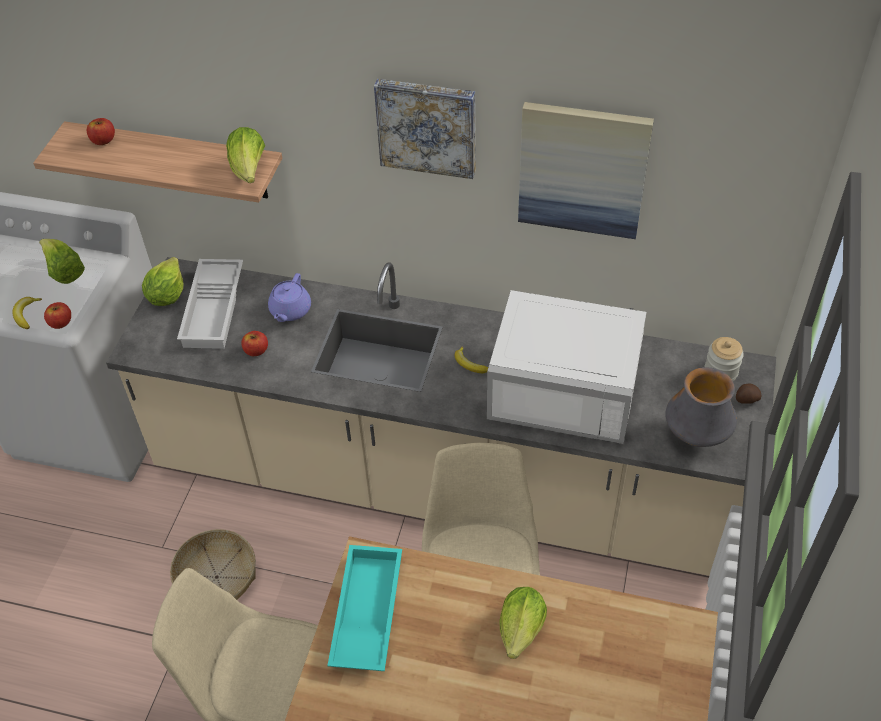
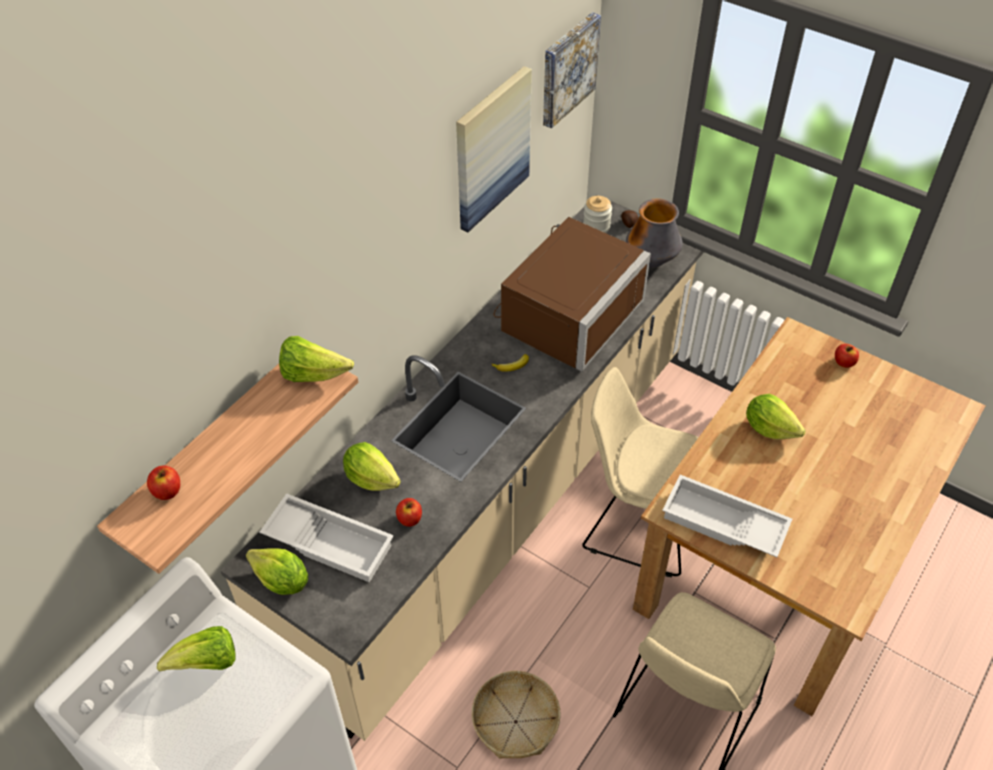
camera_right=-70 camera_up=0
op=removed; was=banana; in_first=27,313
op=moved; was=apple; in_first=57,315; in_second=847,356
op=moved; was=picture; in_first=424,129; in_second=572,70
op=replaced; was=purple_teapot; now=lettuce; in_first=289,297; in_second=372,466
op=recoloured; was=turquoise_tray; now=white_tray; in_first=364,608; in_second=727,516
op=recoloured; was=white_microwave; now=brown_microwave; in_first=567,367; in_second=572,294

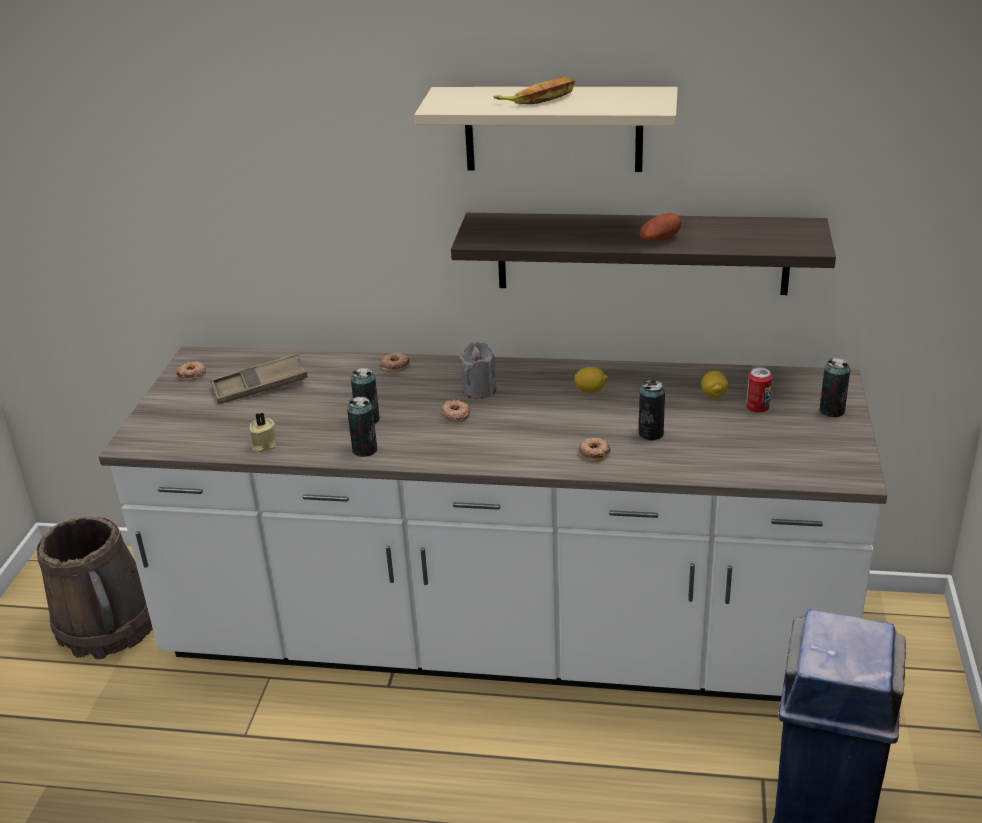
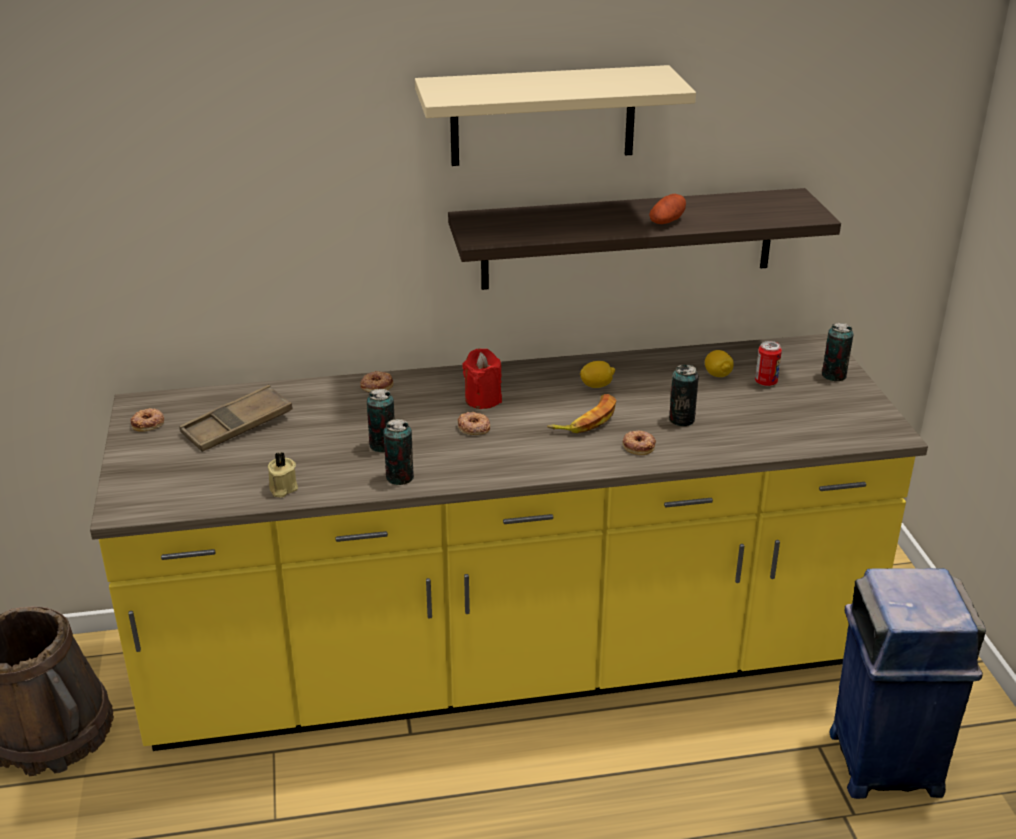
camera_right=-20 camera_up=0
op=moved; was=banana; in_first=534,90; in_second=581,413
op=recoloured; was=white_counter; now=yellow_counter; in_first=493,524; in_second=509,542
op=recoloured; was=grey_candle; now=red_candle; in_first=477,370; in_second=482,378

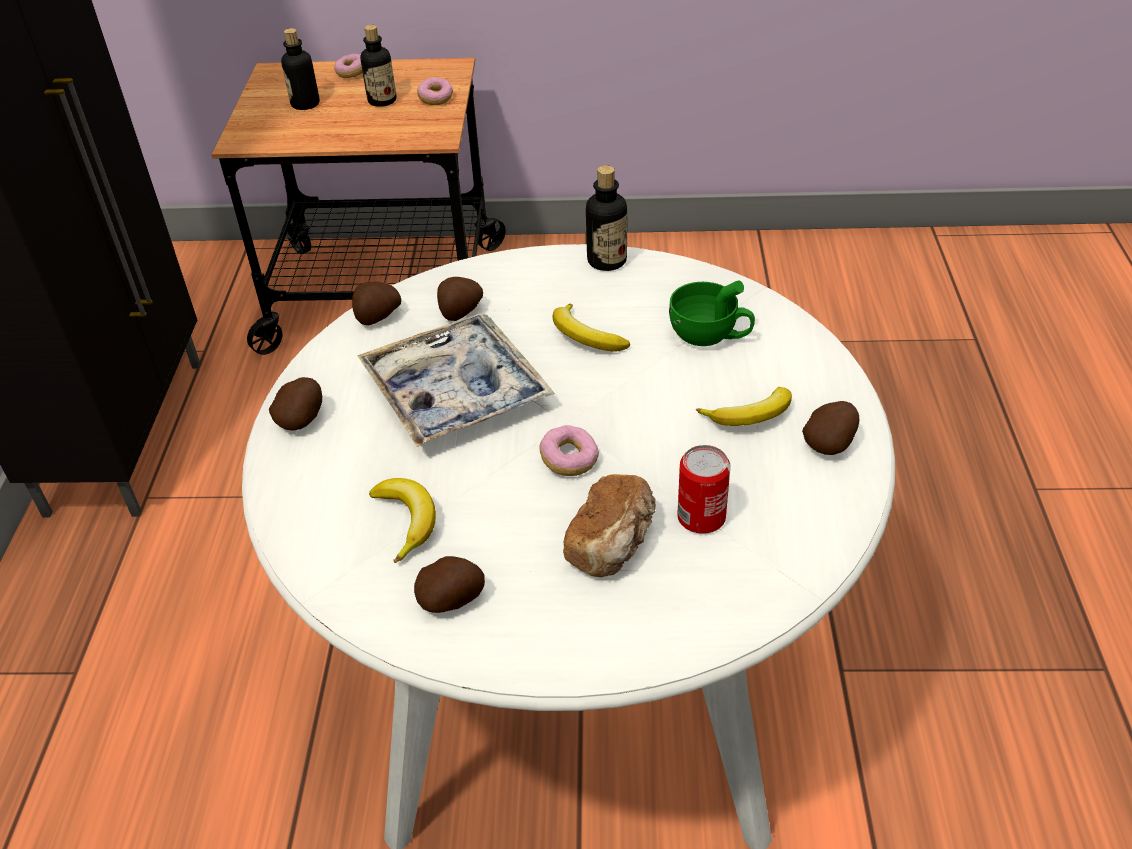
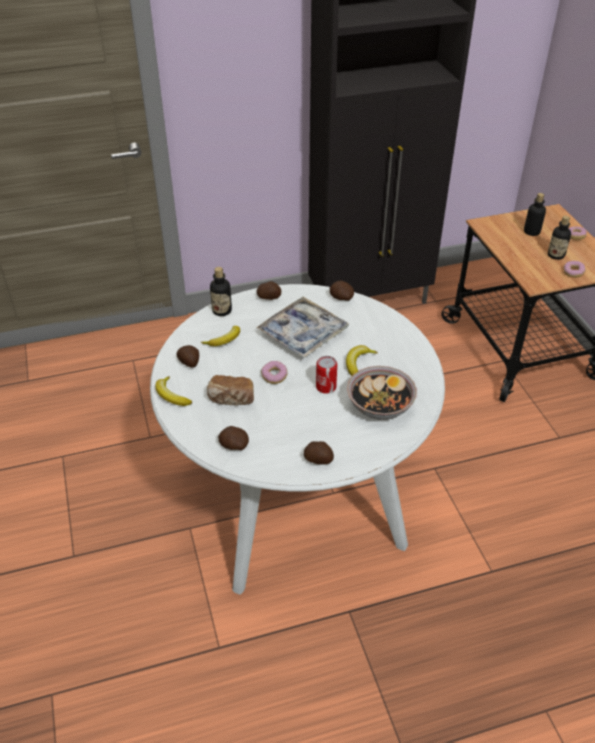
camera_right=70 camera_up=0
op=moved; was=potato; in_first=460,299; in_second=233,438
op=moved; was=bottle; in_first=606,218; in_second=221,291
op=moved; was=can; in_first=704,489; in_second=326,375
op=moved; was=banana; in_first=744,406; in_second=173,391
op=replaced; was=green_cup; now=bowl; in_first=712,313; in_second=382,393

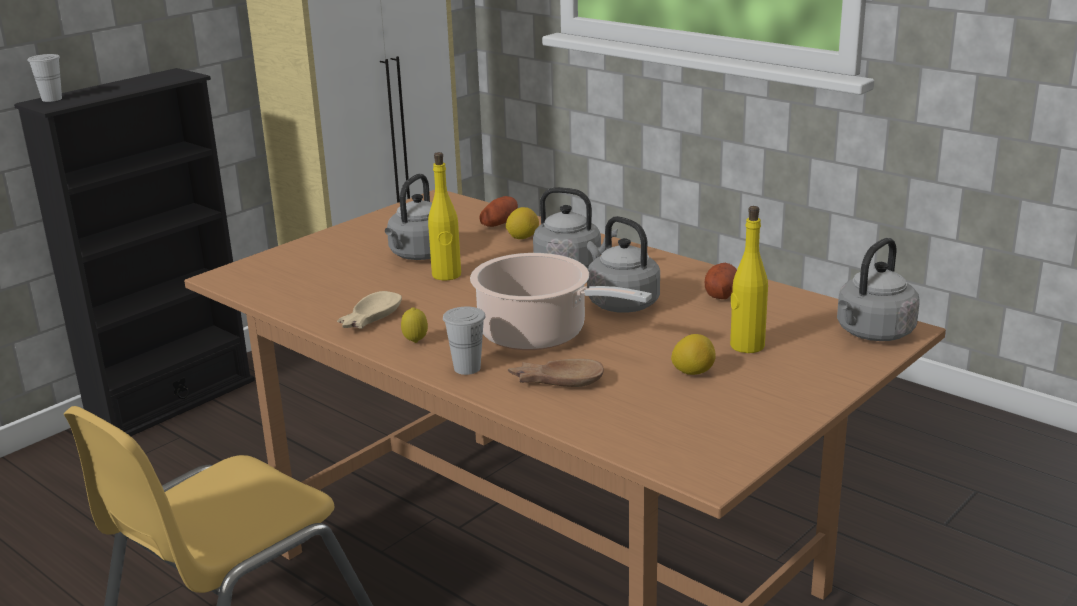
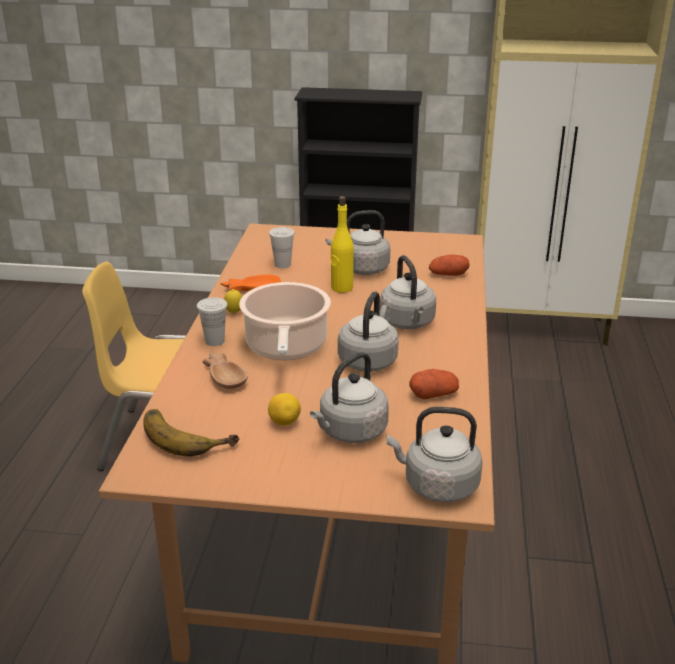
camera_right=55 camera_up=5
op=removed; was=lemon; in_first=522,223
op=added; now=banana; in_second=191,432
op=moved; was=white_cup; in_first=45,78; in_second=282,247
op=replaced; was=yellow_bottle; now=grey_kettle; in_first=749,279; in_second=349,397
op=recoloured; was=beige_bowl; now=orange_bowl; in_first=369,310; in_second=251,283

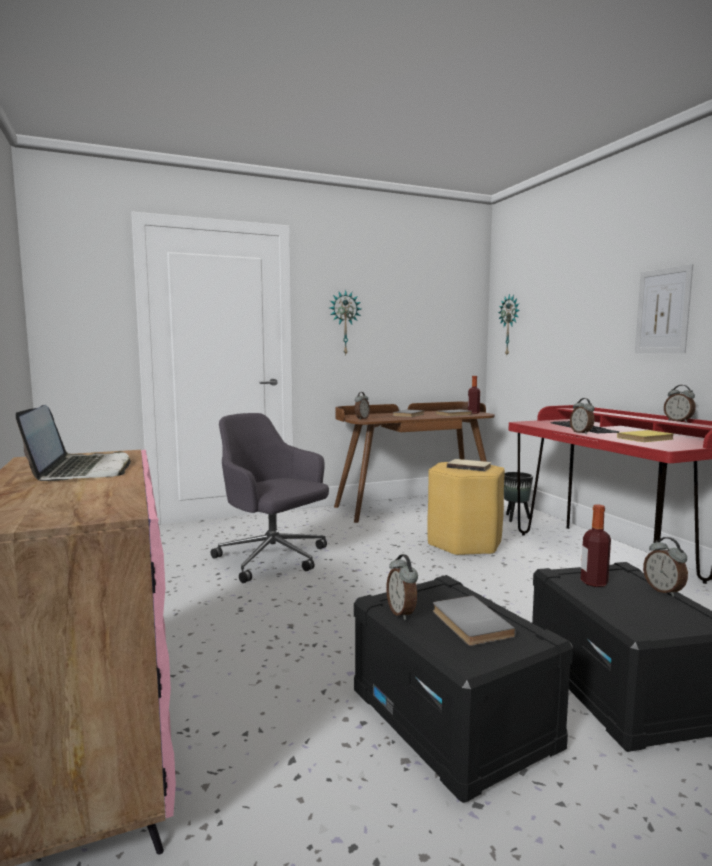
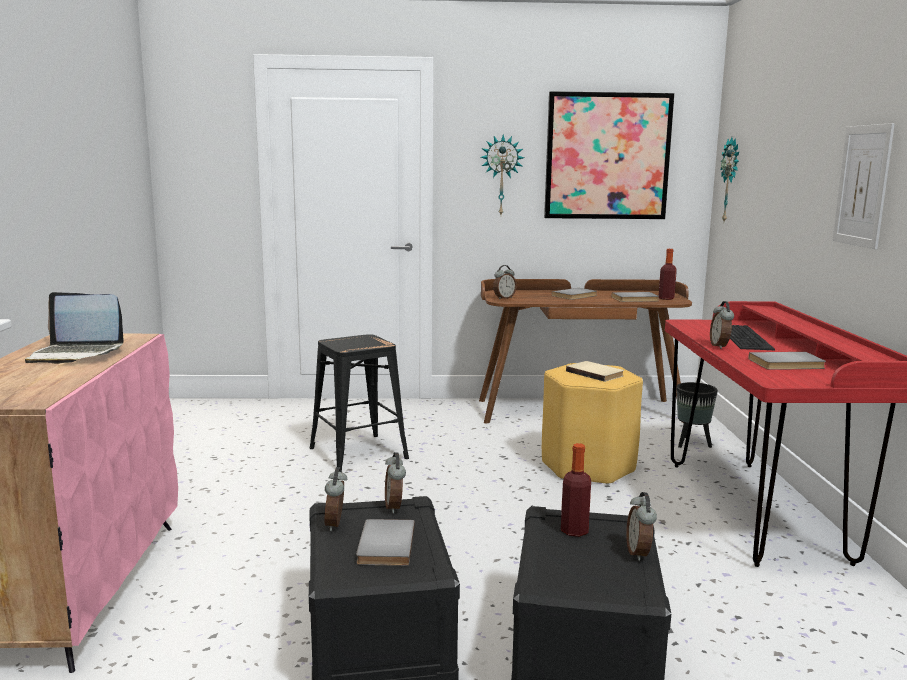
camera_right=20 camera_up=5
op=added; now=picture; in_second=609,155
op=moved; was=alarm_clock; in_first=680,403; in_second=395,482
op=replaced; was=grey_office_chair; now=black_stool; in_first=270,498; in_second=359,403
op=recoloured; was=yellow_book; now=grey_book; in_first=645,436; in_second=787,361
op=turned; was=laptop; in_first=73,443; in_second=74,328; clockwise=90

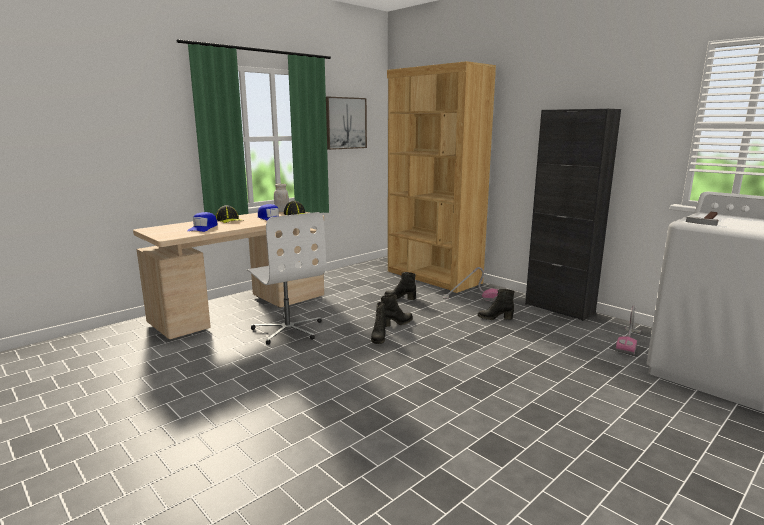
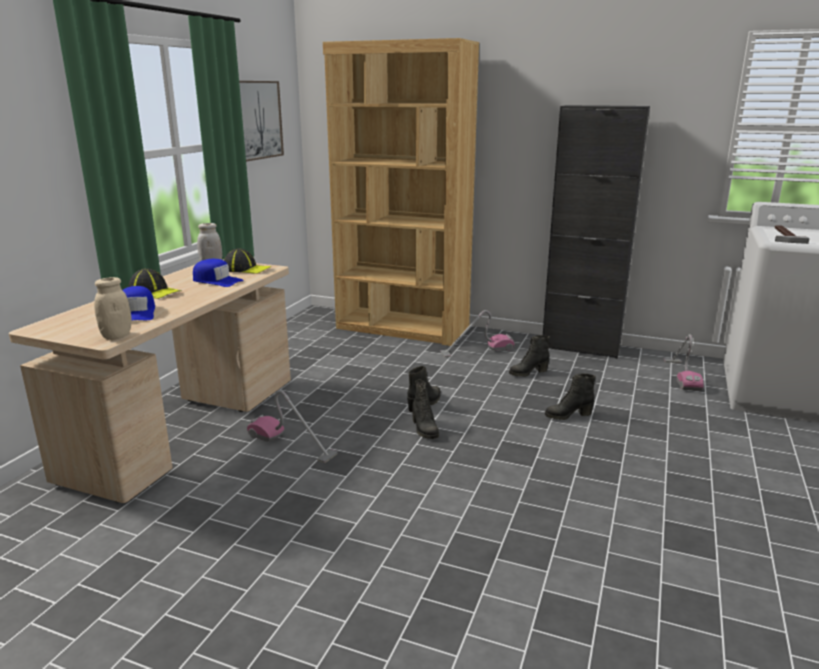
camera_right=-25 camera_up=5
op=added; now=beige_jar; in_second=113,308
op=moved; was=black_boot; in_first=400,286; in_second=570,397
op=replaced; was=white_office_chair; now=vacuum_cleaner; in_first=286,278; in_second=292,426

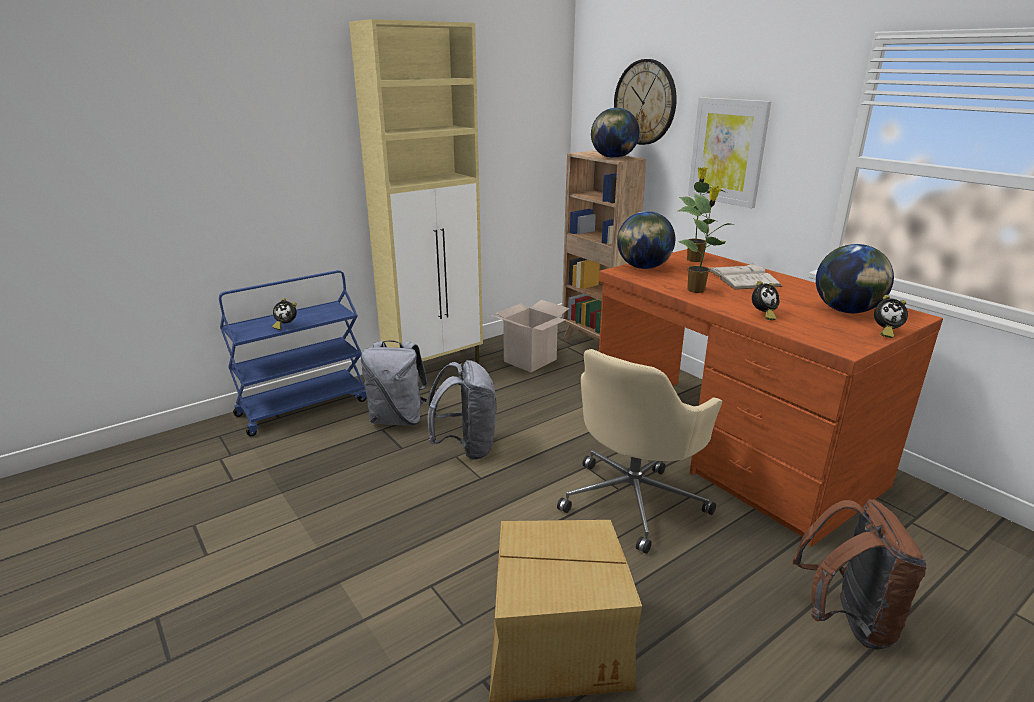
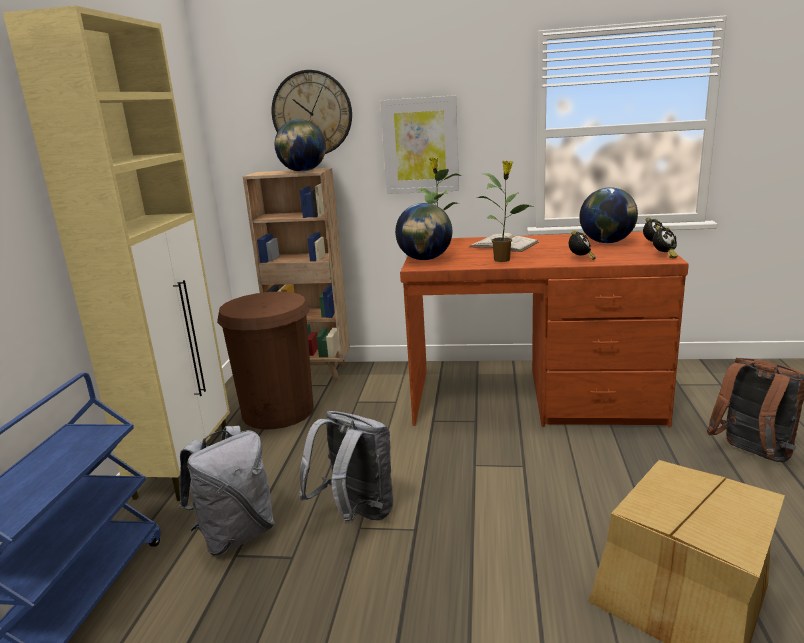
camera_right=-45 camera_up=-5
op=removed; was=beige_office_chair; in_first=639,451
op=moved; was=alarm_clock; in_first=284,314; in_second=665,242
op=replaced; was=cardboard_box; now=brown_trash_can; in_first=530,336; in_second=265,360

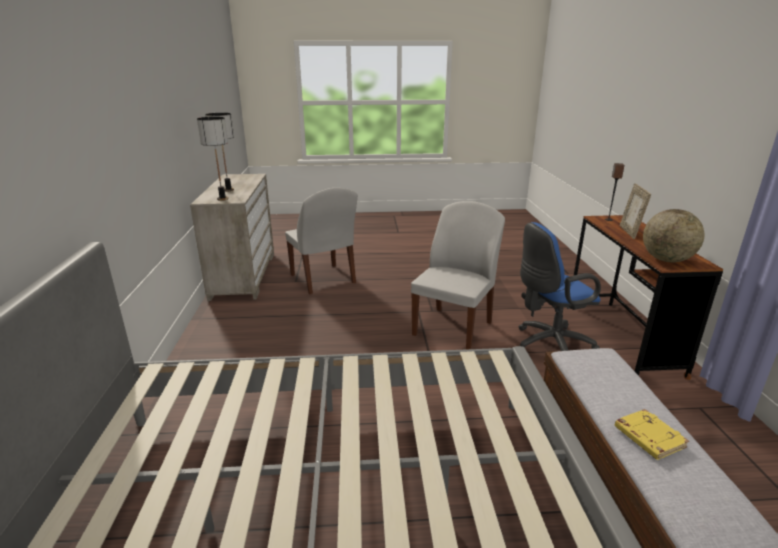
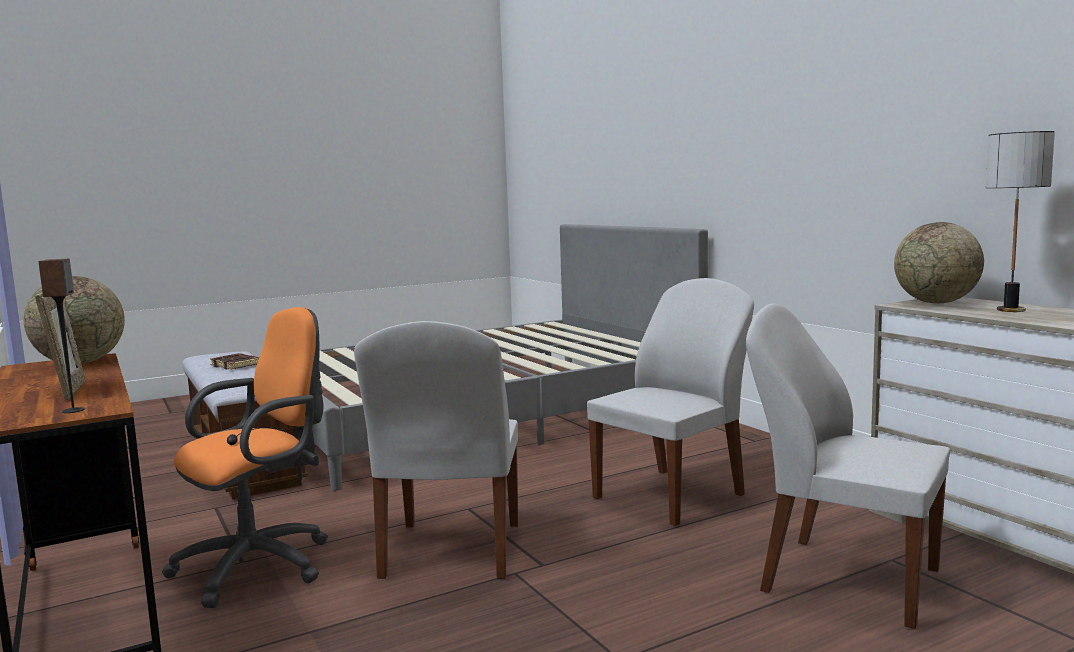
camera_right=155 camera_up=-15
op=added; now=white_chair; in_second=670,402
op=replaced; was=table_lamp; now=globe; in_first=213,159; in_second=939,262
op=recoloured; was=blue_office_chair; now=orange_office_chair; in_first=559,286; in_second=245,457
op=recoloured; was=yellow_book; now=brown_book; in_first=651,434; in_second=234,361

